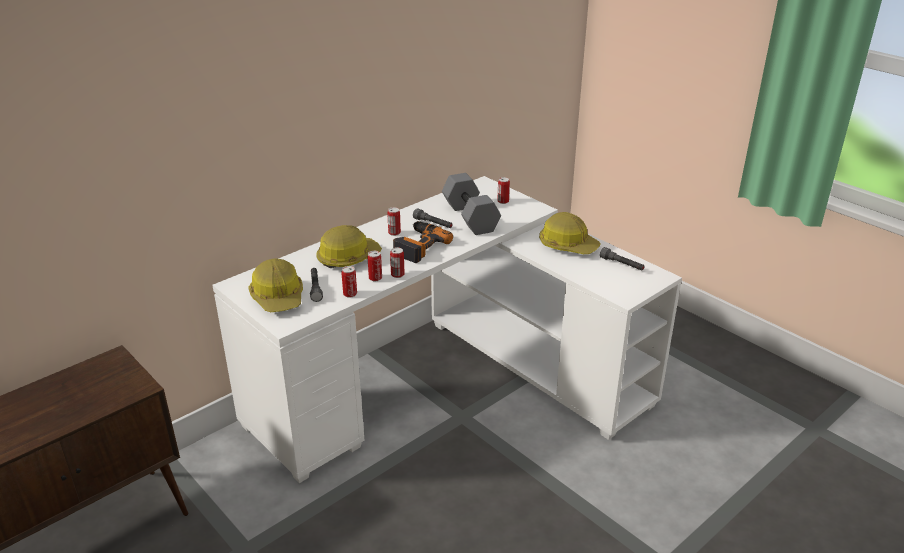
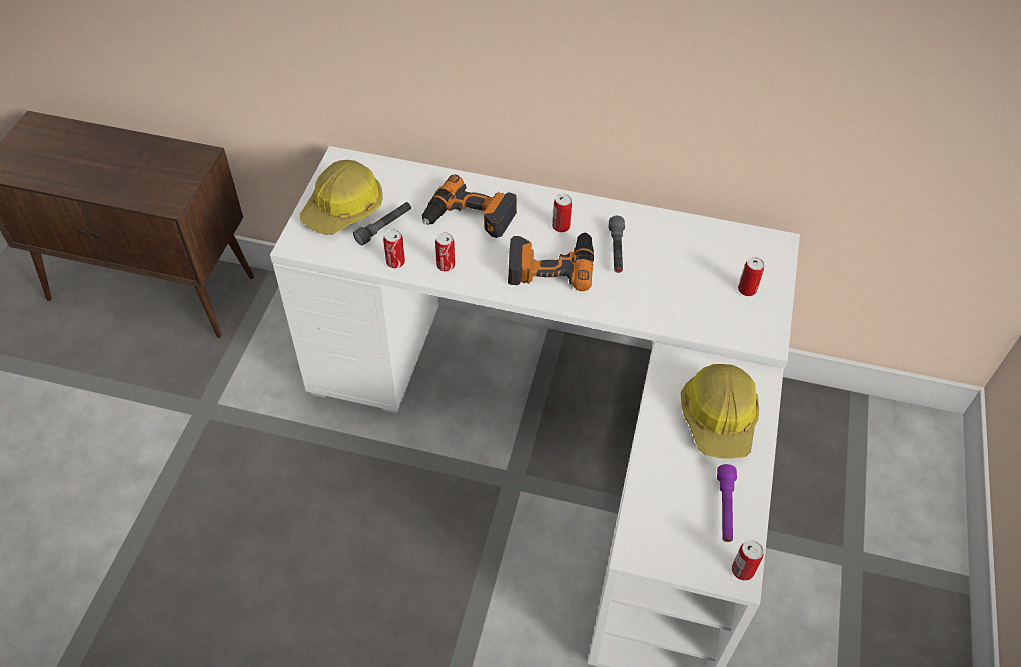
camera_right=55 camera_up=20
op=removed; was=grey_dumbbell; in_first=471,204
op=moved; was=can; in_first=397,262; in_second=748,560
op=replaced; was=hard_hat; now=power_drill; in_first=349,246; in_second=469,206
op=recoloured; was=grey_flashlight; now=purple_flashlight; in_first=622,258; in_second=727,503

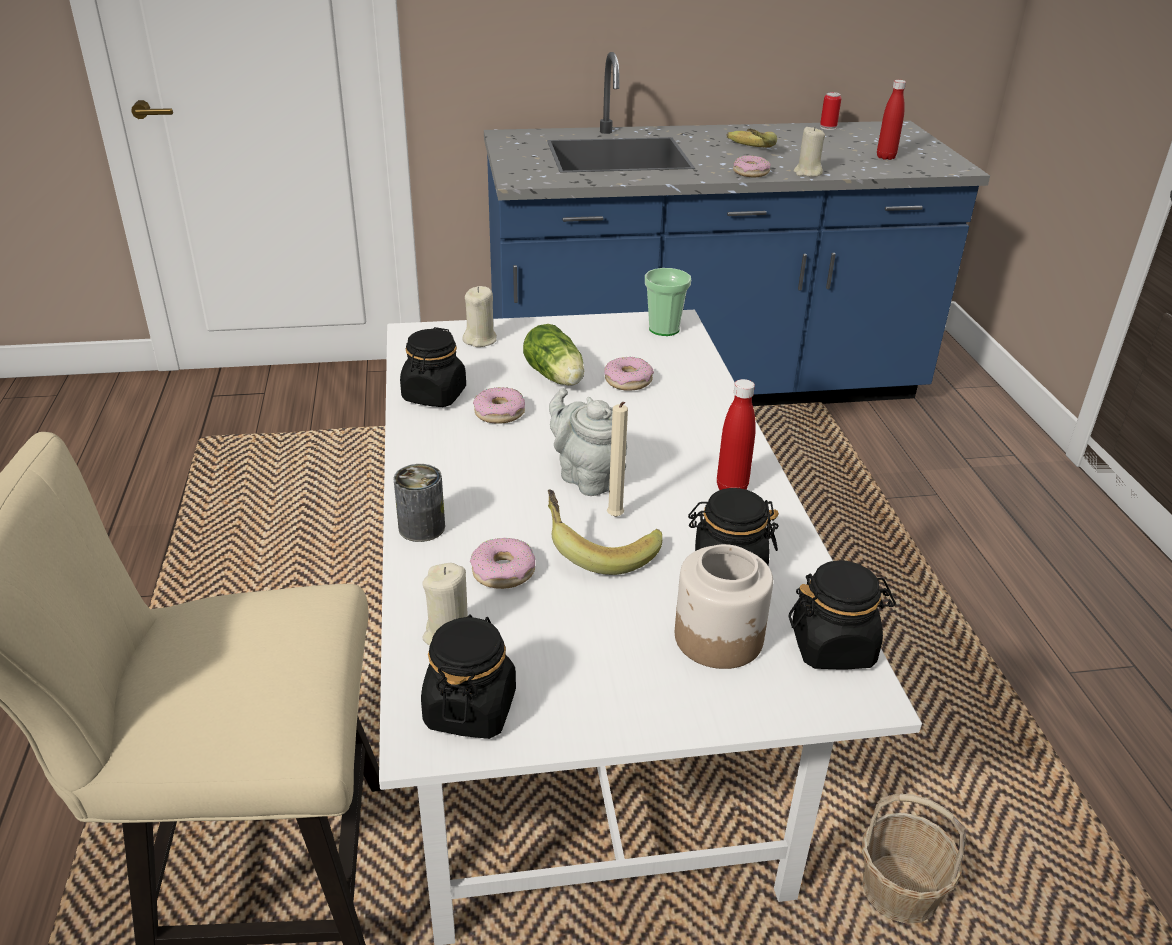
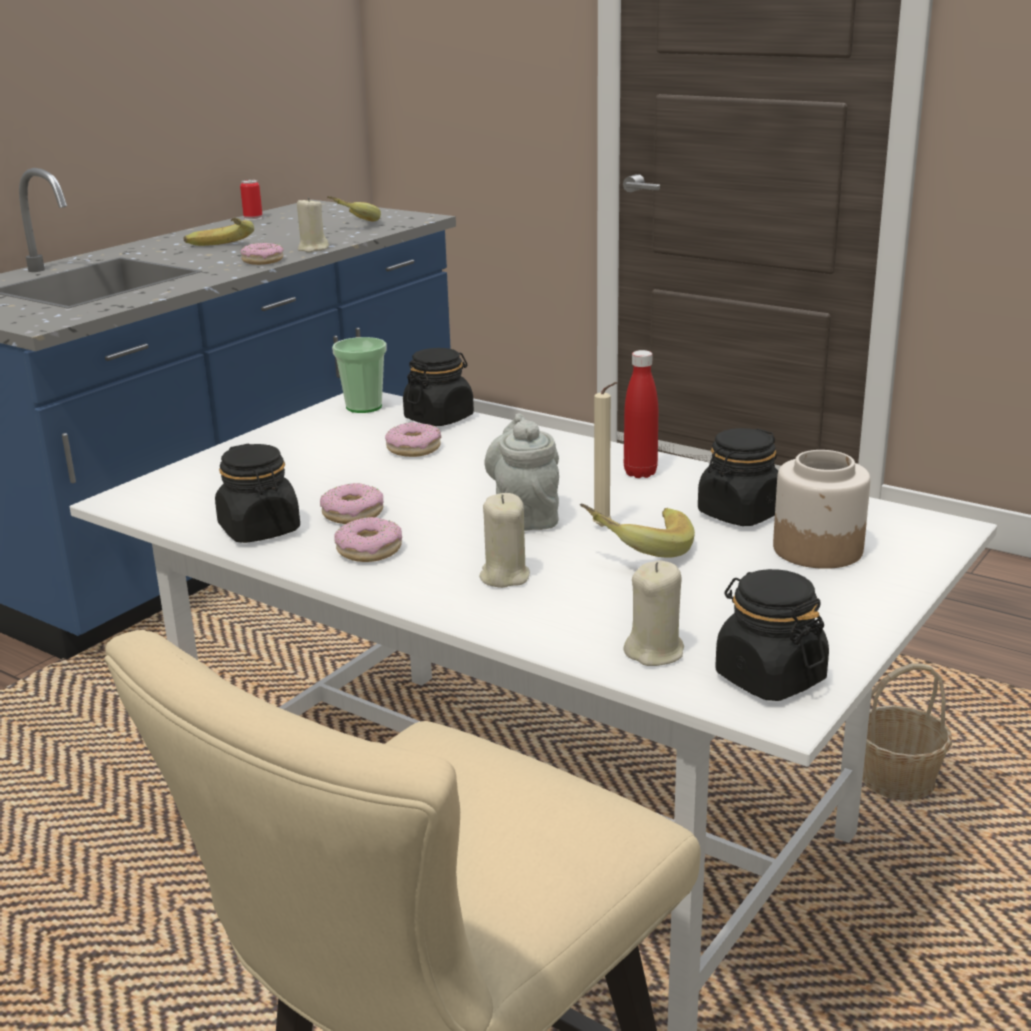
camera_right=-45 camera_up=-10
op=removed; was=can; in_first=419,503
op=removed; was=lettuce; in_first=553,355
op=moved; was=beige_candle; in_first=479,316; in_second=505,540
op=moved; was=donut; in_first=502,563; in_second=368,539
op=moved; was=black_jar; in_first=842,615; in_second=438,387
op=replaced; was=red_bottle; now=banana; in_first=891,120; in_second=354,209
op=turned; was=grey_teapot; in_first=588,442; in_second=521,472; clockwise=75

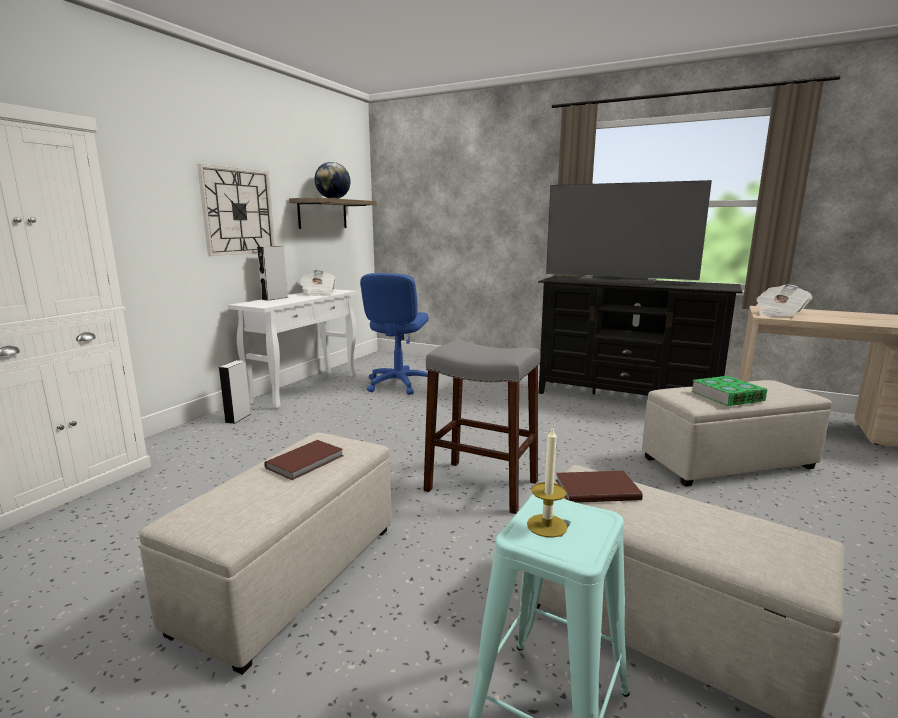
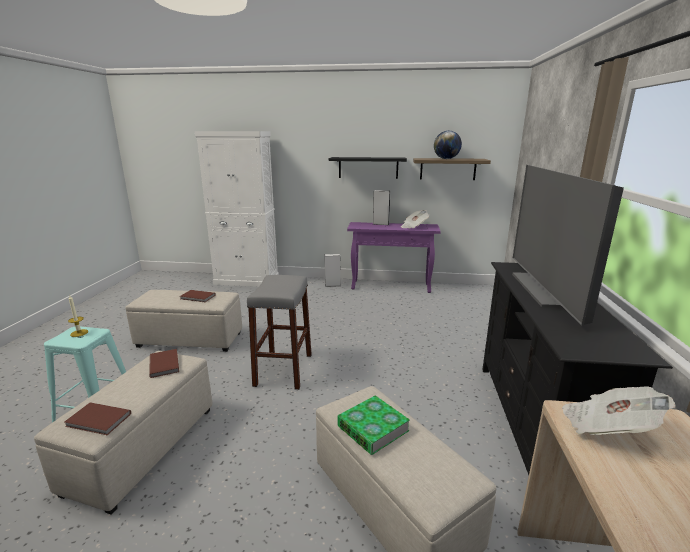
camera_right=70 camera_up=5
op=removed; was=blue_office_chair; in_first=394,334
op=added; now=brown_book; in_second=97,418
op=replaced; was=wall_clock; now=black_shelf; in_first=236,210; in_second=368,168
op=recoloured; was=white_console_table; now=purple_console_table; in_first=292,349; in_second=394,257

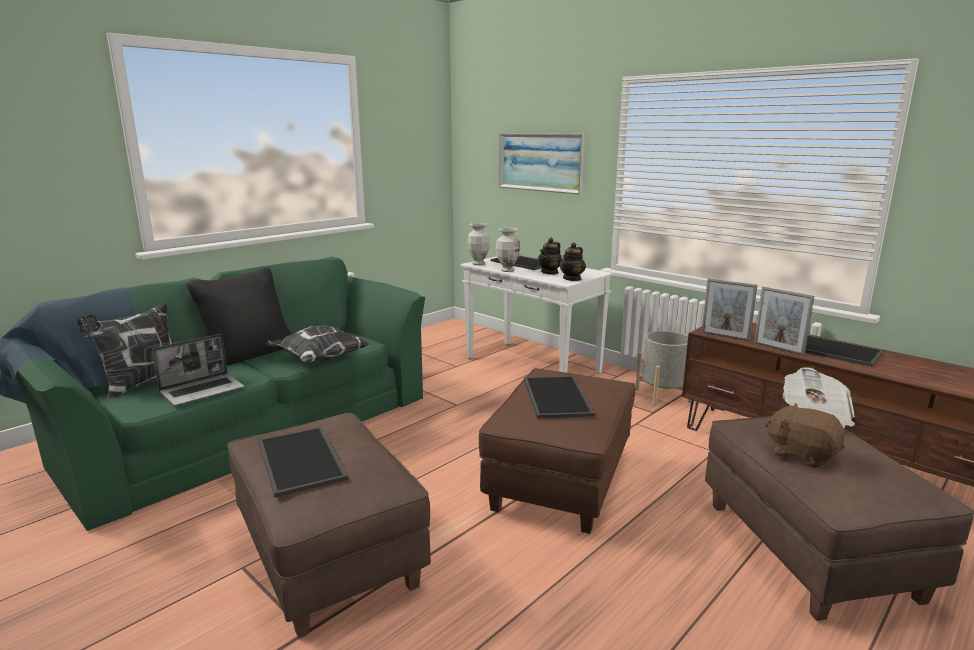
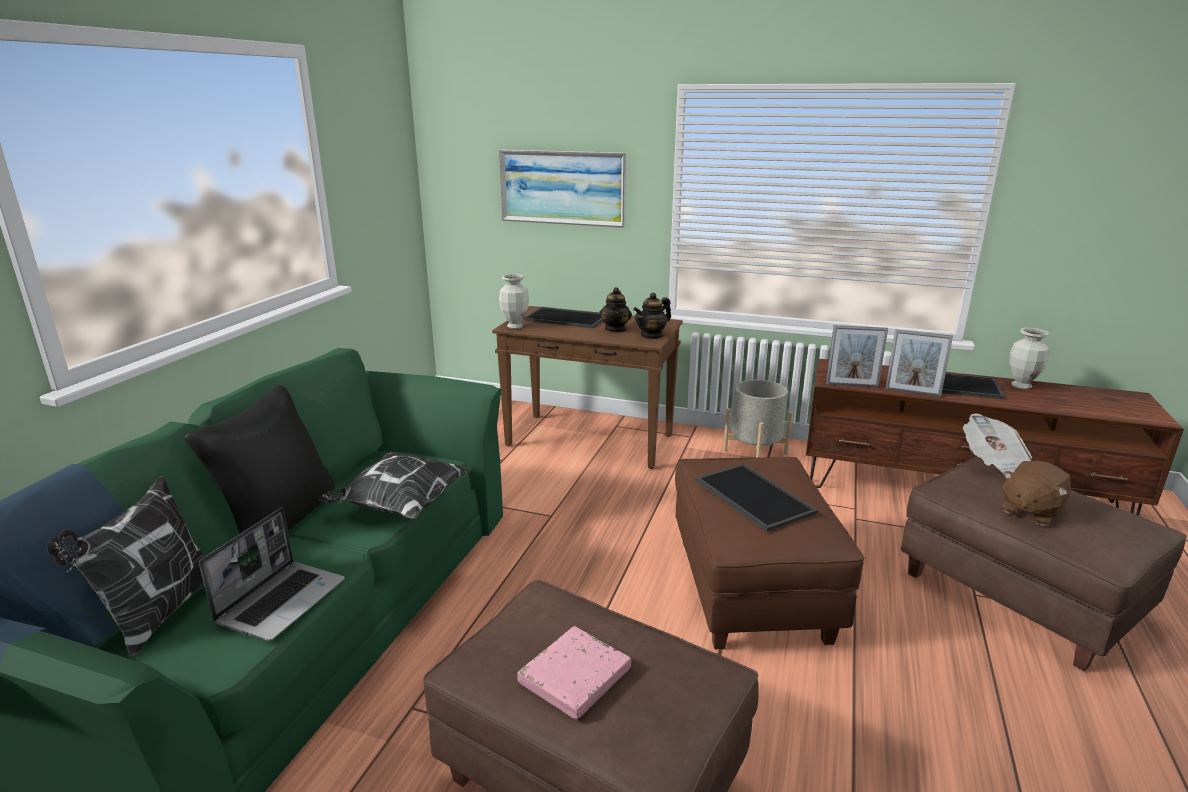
camera_right=-25 camera_up=5
op=moved; was=vase; in_first=508,250; in_second=1029,358
op=replaced; was=tray; now=pink_book; in_first=303,461; in_second=574,673
op=recoloured; was=white_console_table; now=brown_console_table; in_first=537,315; in_second=587,387
op=turned; was=teapot; in_first=572,261; in_second=652,315; clockwise=45
op=turned; was=brown_plush_toy; in_first=805,435; in_second=1036,493; clockwise=-60

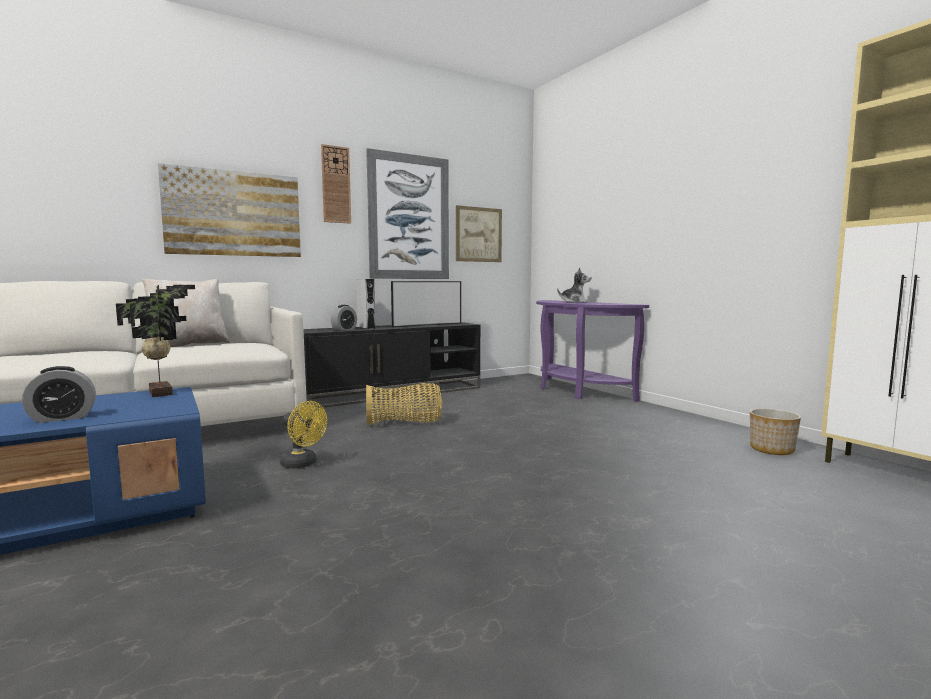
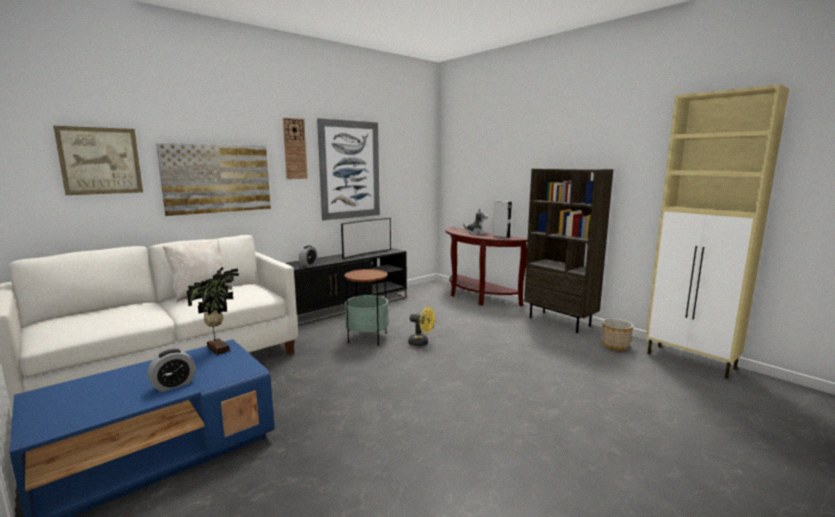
camera_right=-10 camera_up=5
op=added; now=brown_bookcase; in_second=568,250
op=moved; was=yellow_fan; in_first=303,435; in_second=421,326
op=moved; was=grey_speaker; in_first=365,304; in_second=502,219
op=moved; was=picture; in_first=479,233; in_second=98,160
op=replaced; was=basket; now=side_table; in_first=404,404; in_second=366,307
op=recoloured; was=purple_console_table; now=brown_console_table; in_first=592,351; in_second=486,266

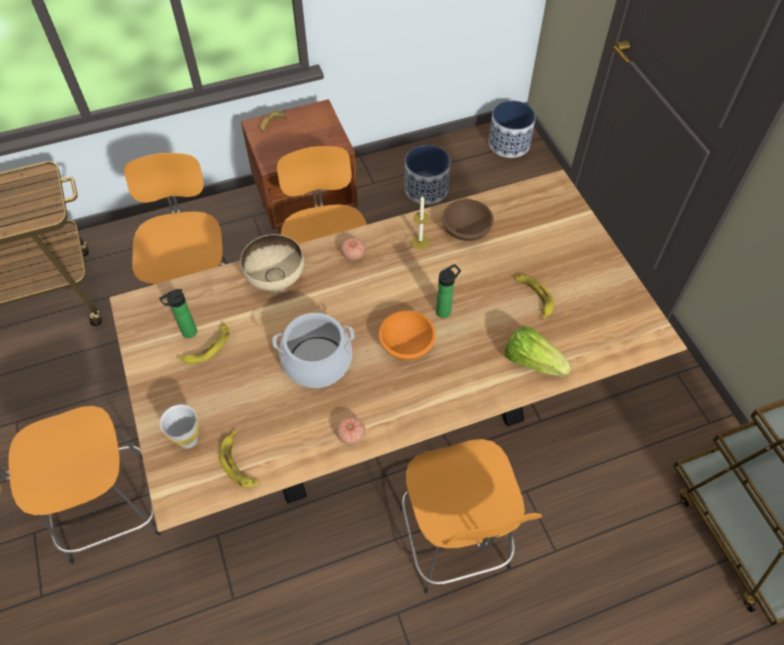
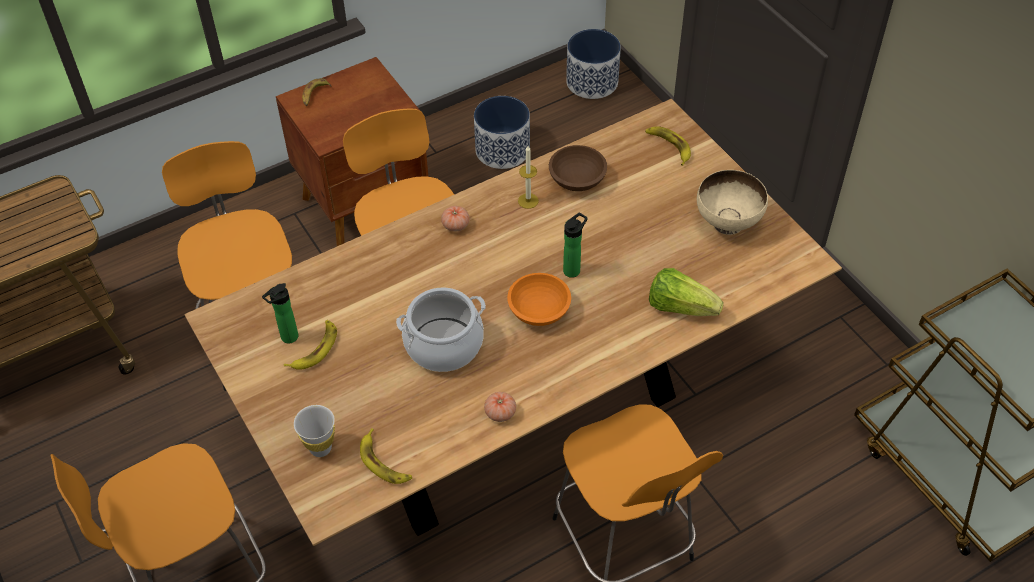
camera_right=-10 camera_up=-5
op=moved; was=beige_bowl; in_first=272,263; in_second=732,202
op=moved; was=banana; in_first=534,297; in_second=668,146

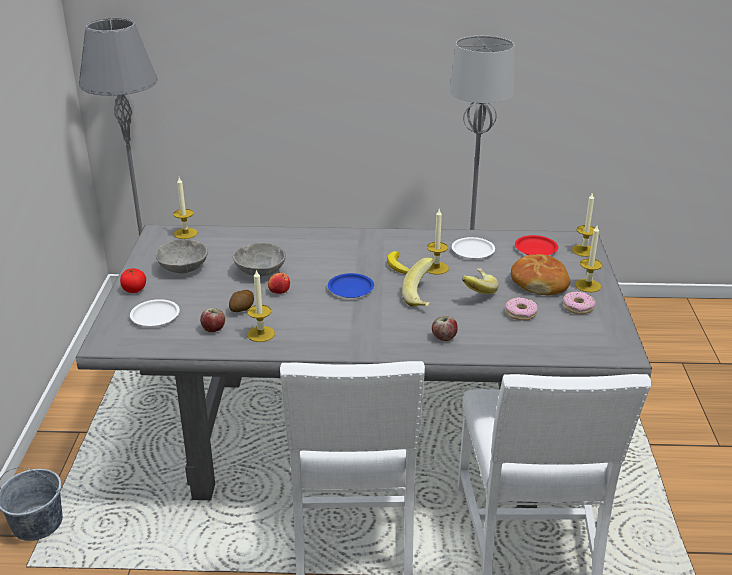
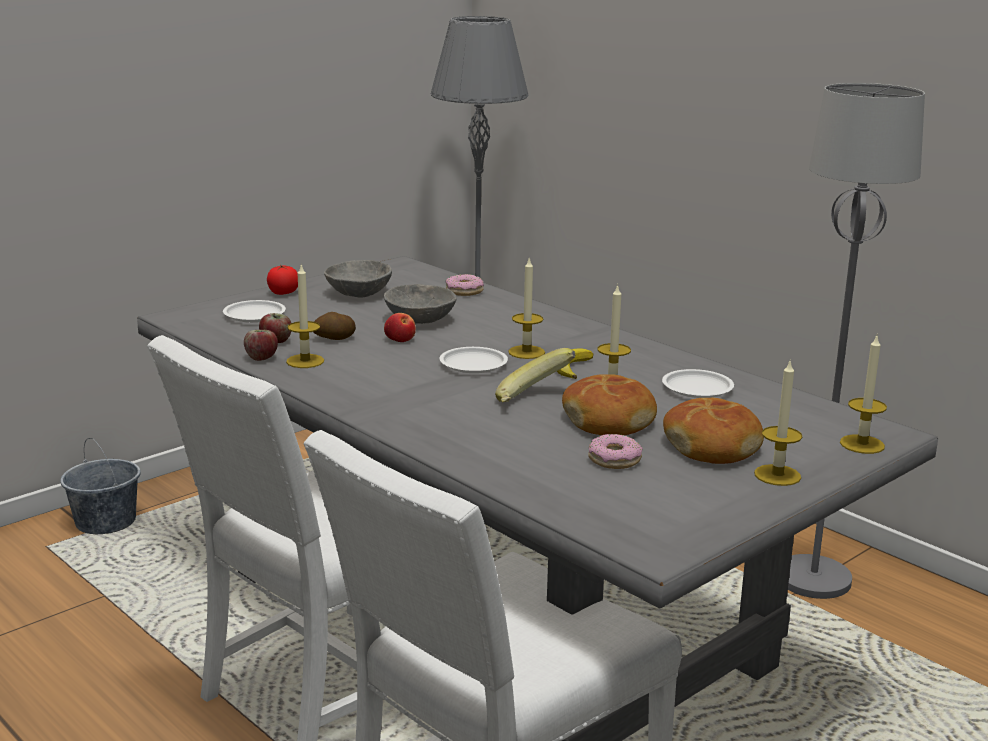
camera_right=45 camera_up=-10
op=removed; was=red_plate; in_first=536,245
op=moved; was=candle; in_first=185,208; in_second=526,309
op=moved; was=apple; in_first=445,328; in_second=261,345
op=moved; was=donut; in_first=579,302; in_second=465,285
op=replaced; was=banana; now=bread; in_first=480,281; in_second=609,405
op=recoloured; was=blue_plate; now=white_plate; in_first=351,285; in_second=473,360

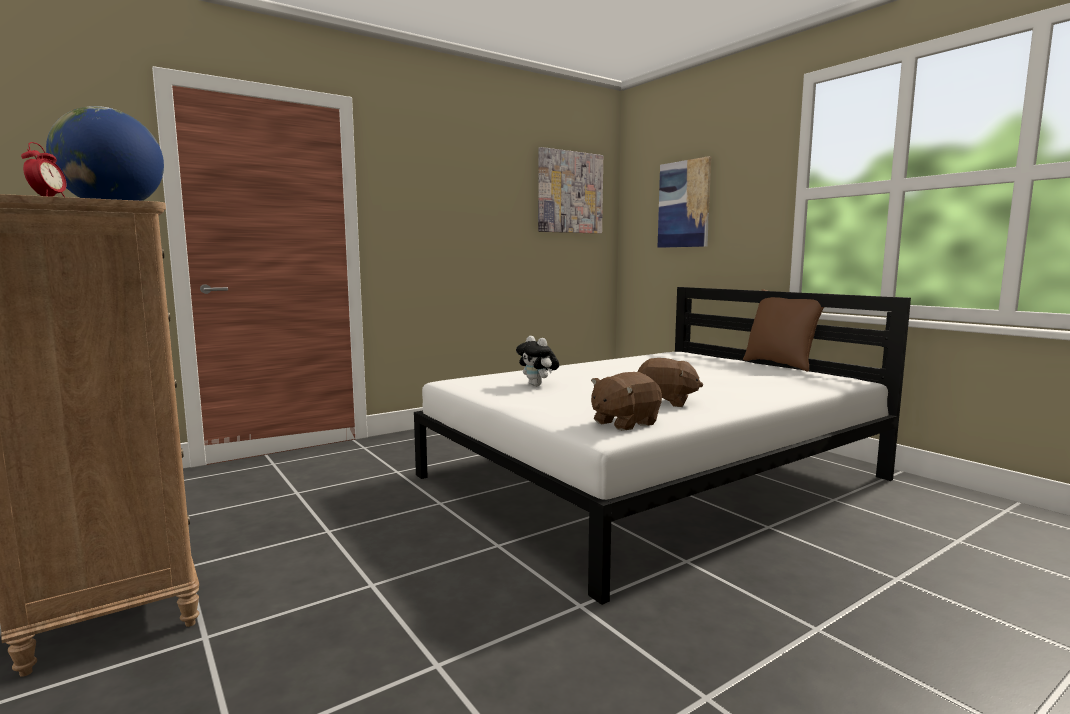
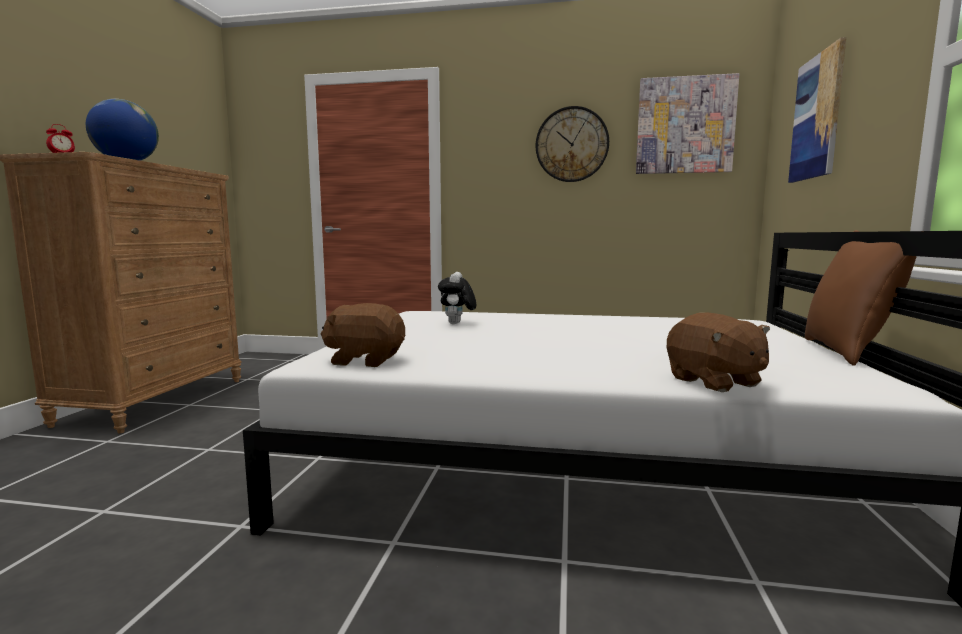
camera_right=45 camera_up=0
op=added; now=wall_clock; in_second=572,144
op=moved; was=brown_plush_toy; in_first=670,382; in_second=718,352

